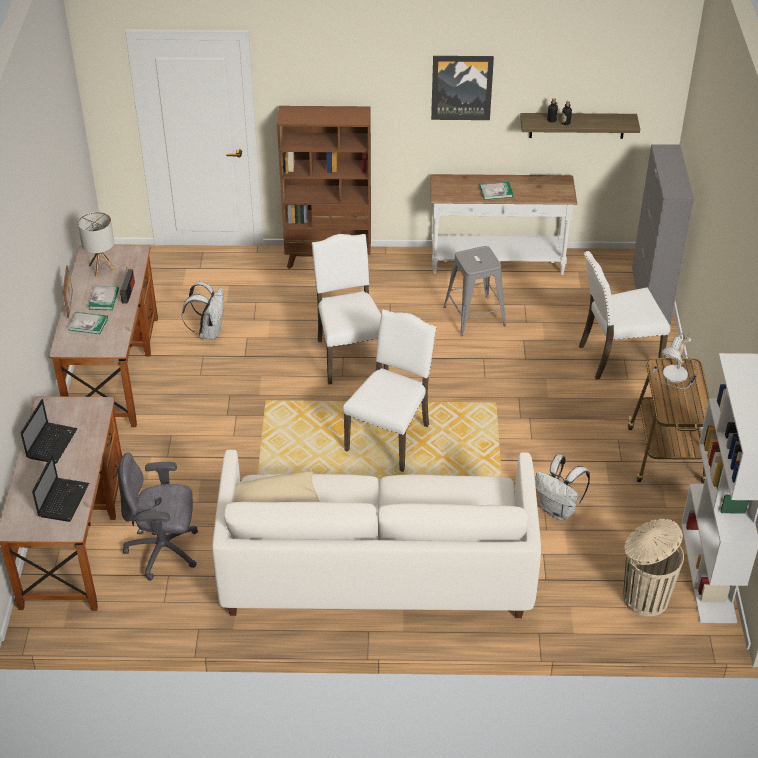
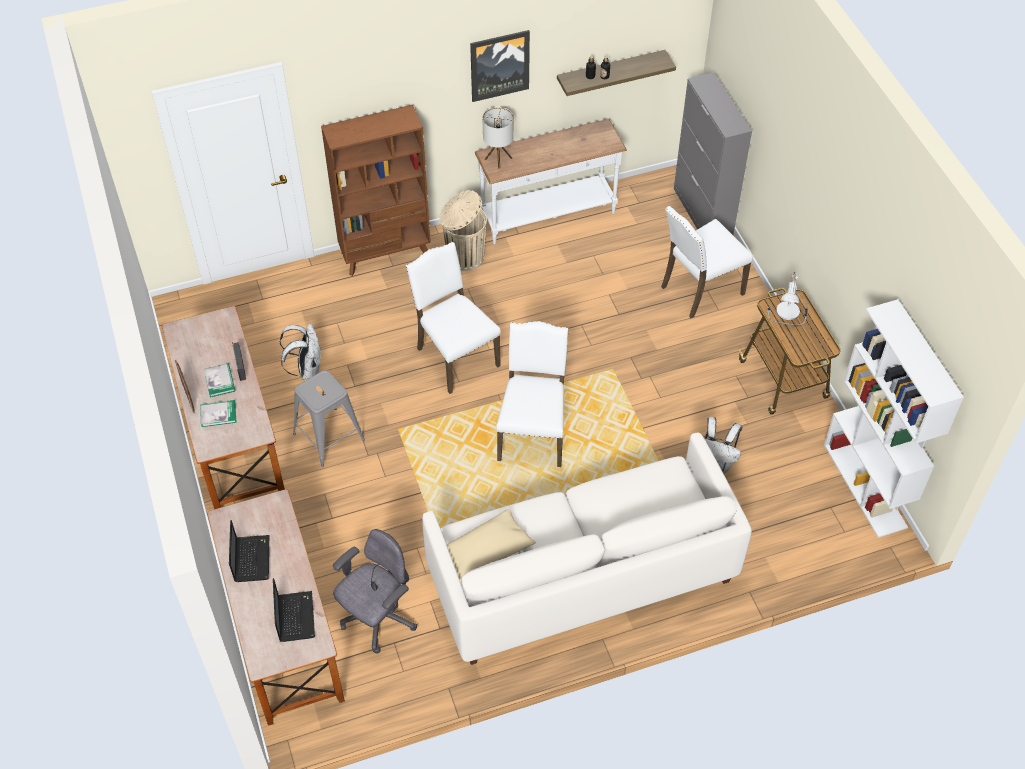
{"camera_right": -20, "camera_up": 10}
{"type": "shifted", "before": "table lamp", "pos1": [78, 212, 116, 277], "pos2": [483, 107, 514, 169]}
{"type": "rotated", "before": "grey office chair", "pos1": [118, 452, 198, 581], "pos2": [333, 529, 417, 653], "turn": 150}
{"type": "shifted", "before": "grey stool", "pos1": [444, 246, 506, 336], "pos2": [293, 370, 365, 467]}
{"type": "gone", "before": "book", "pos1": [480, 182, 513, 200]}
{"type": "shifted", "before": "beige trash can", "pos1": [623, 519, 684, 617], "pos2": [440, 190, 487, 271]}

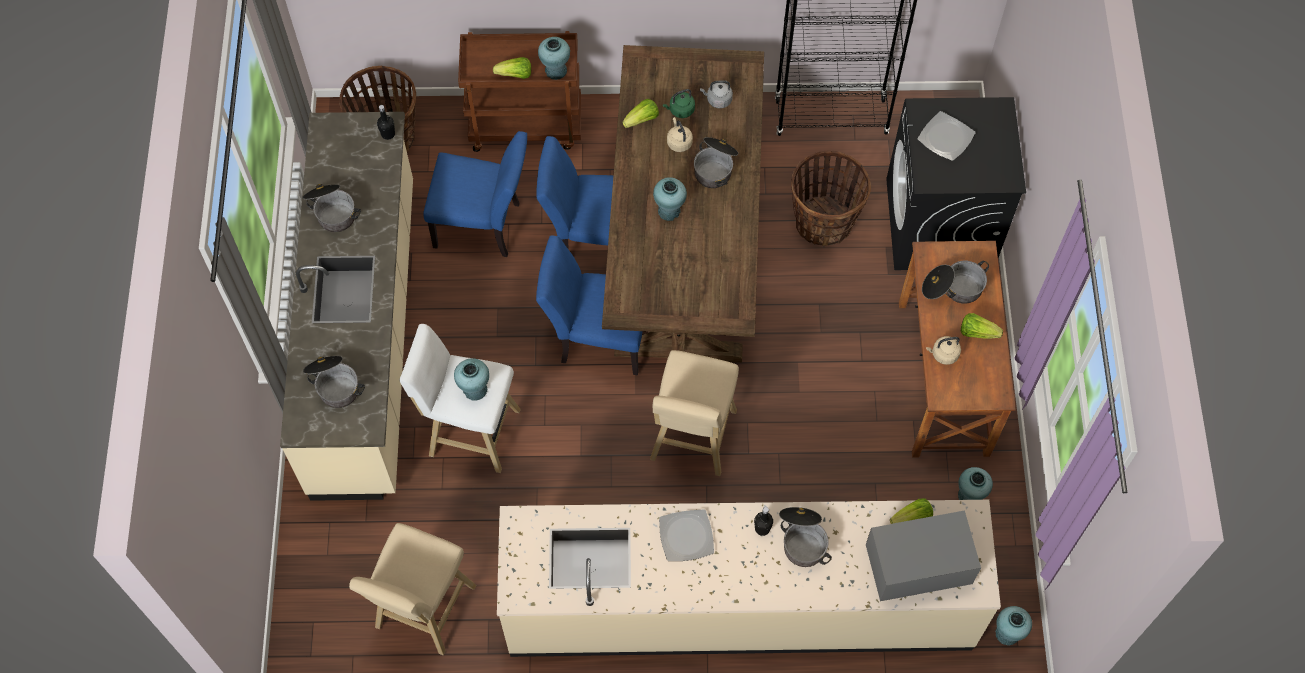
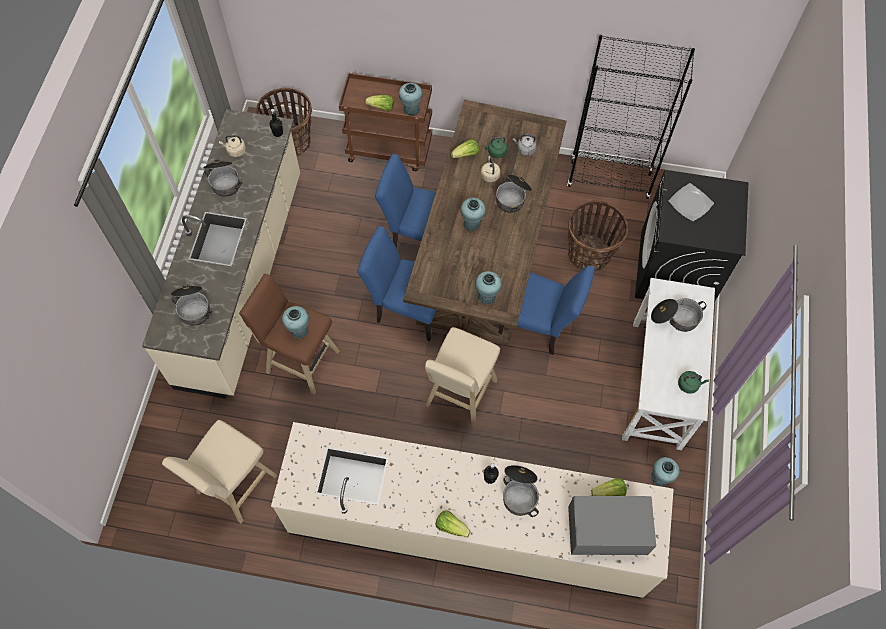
{"camera_right": 10, "camera_up": 0}
{"type": "repainted", "before": "white stool", "after": "brown stool", "pos1": [399, 324, 521, 473], "pos2": [239, 274, 340, 395]}
{"type": "shifted", "before": "blue chair", "pos1": [423, 131, 527, 257], "pos2": [498, 266, 595, 355]}
{"type": "gone", "before": "plate", "pos1": [659, 509, 714, 561]}
{"type": "repainted", "before": "brown desk", "after": "white desk", "pos1": [899, 241, 1016, 458], "pos2": [622, 278, 715, 450]}
{"type": "shifted", "before": "beige kettle", "pos1": [926, 336, 961, 365], "pos2": [219, 135, 246, 157]}
{"type": "shifted", "before": "lettuce", "pos1": [961, 313, 1003, 339], "pos2": [436, 510, 471, 537]}
{"type": "shifted", "before": "turquoise vase", "pos1": [995, 606, 1032, 646], "pos2": [475, 271, 502, 305]}
{"type": "new", "after": "green kettle", "pos2": [678, 371, 709, 394]}

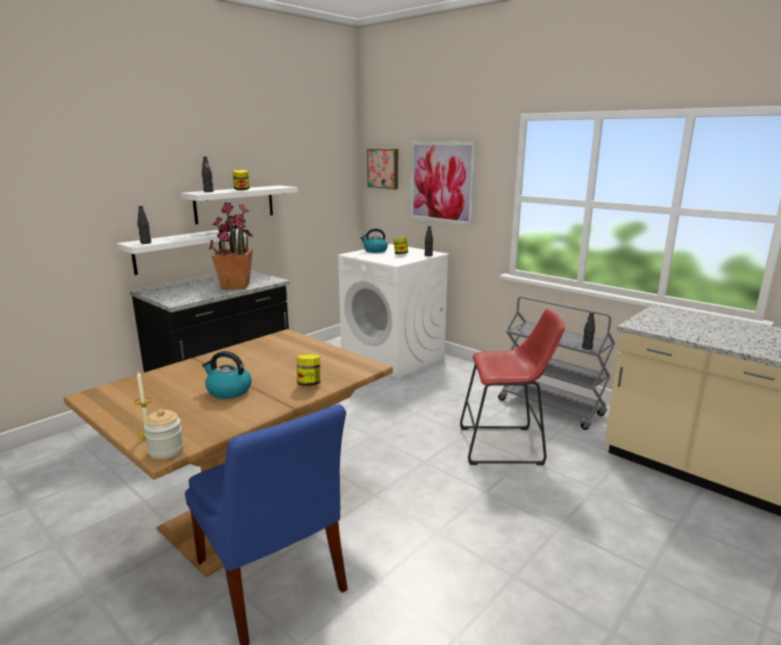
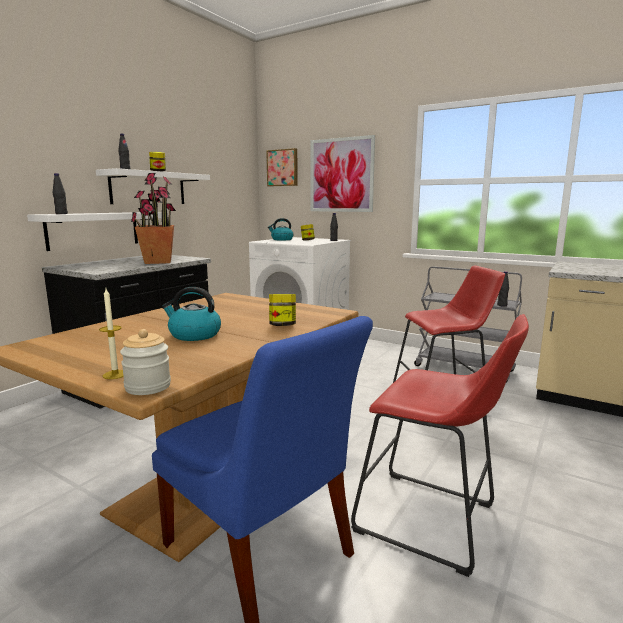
{"camera_right": -10, "camera_up": -5}
{"type": "new", "after": "red stool", "pos2": [351, 314, 529, 577]}

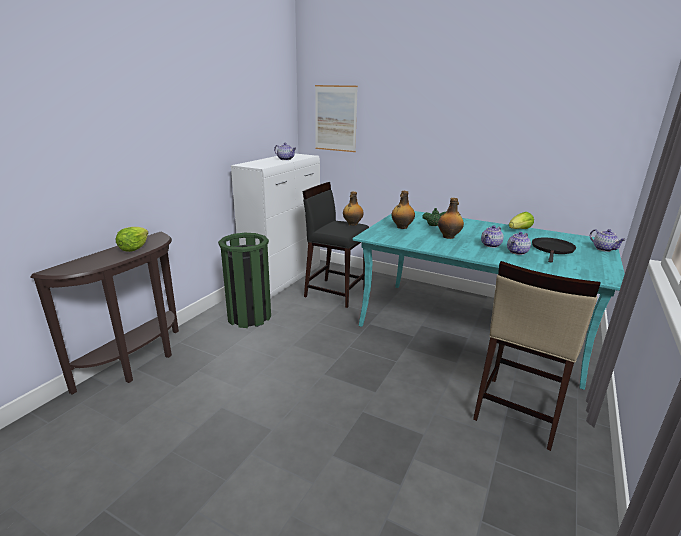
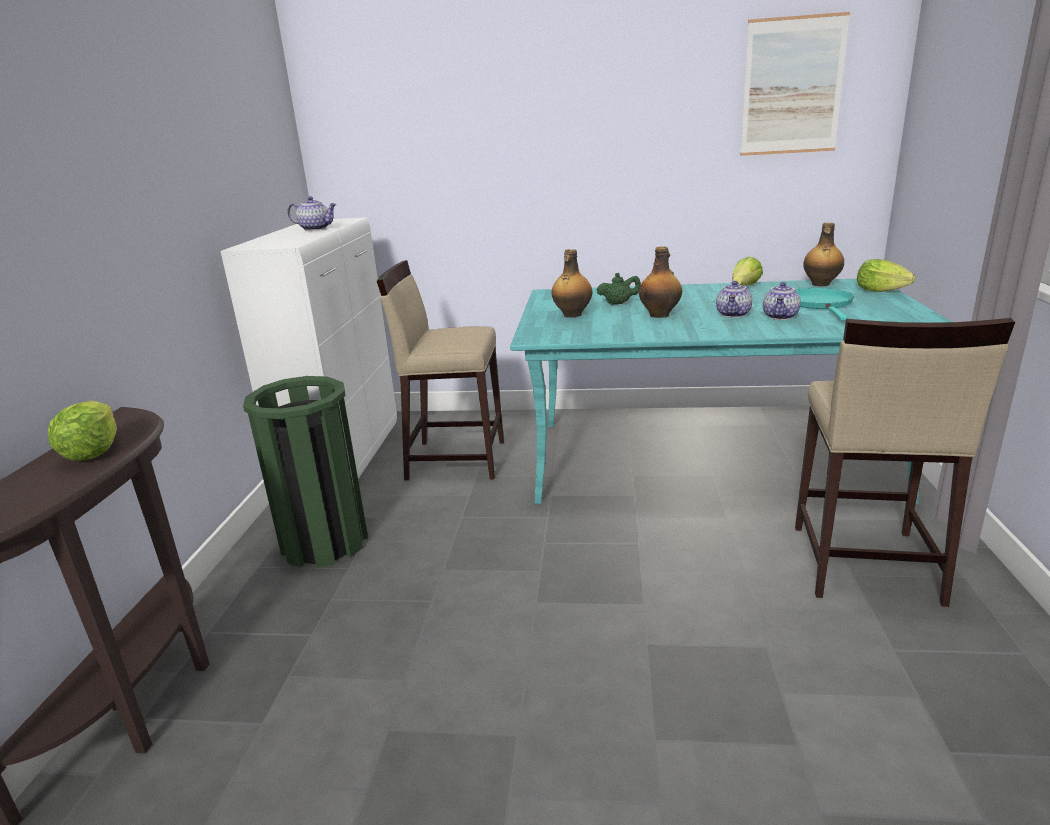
{"camera_right": -20, "camera_up": 0}
{"type": "repainted", "before": "black stool", "after": "beige stool", "pos1": [302, 182, 369, 308], "pos2": [377, 260, 504, 480]}
{"type": "shifted", "before": "picture", "pos1": [315, 85, 358, 152], "pos2": [740, 12, 850, 156]}
{"type": "shifted", "before": "bottle", "pos1": [343, 191, 364, 226], "pos2": [803, 223, 844, 286]}
{"type": "repainted", "before": "black frying pan", "after": "turquoise frying pan", "pos1": [532, 237, 576, 263], "pos2": [795, 288, 854, 320]}
{"type": "swapped", "before": "teapot", "after": "lettuce", "pos1": [590, 229, 626, 252], "pos2": [857, 259, 915, 292]}

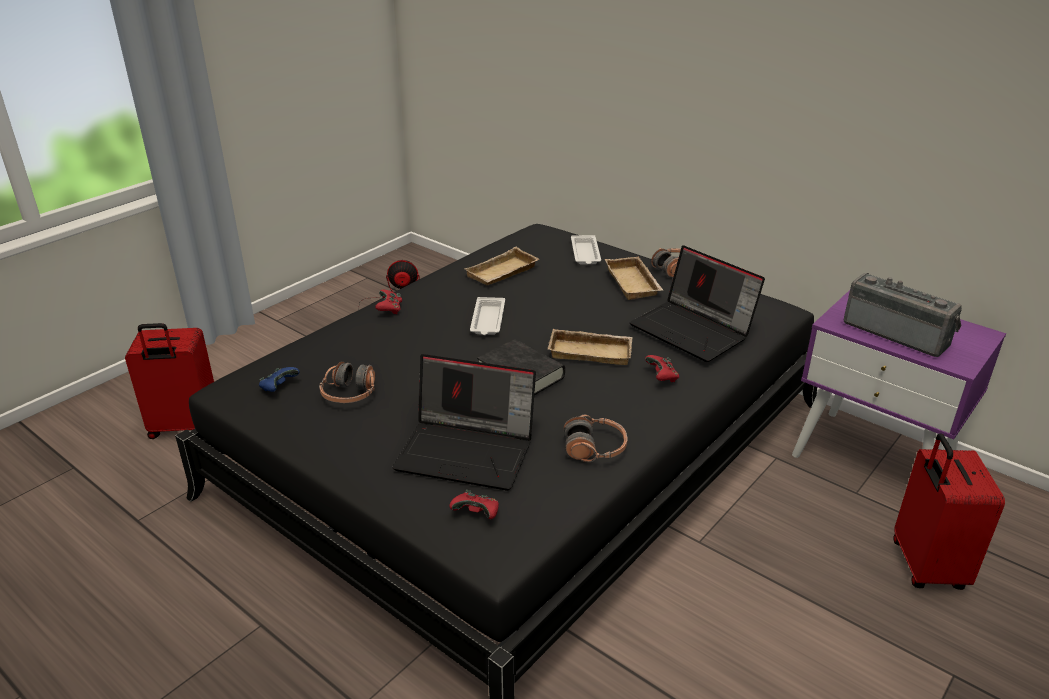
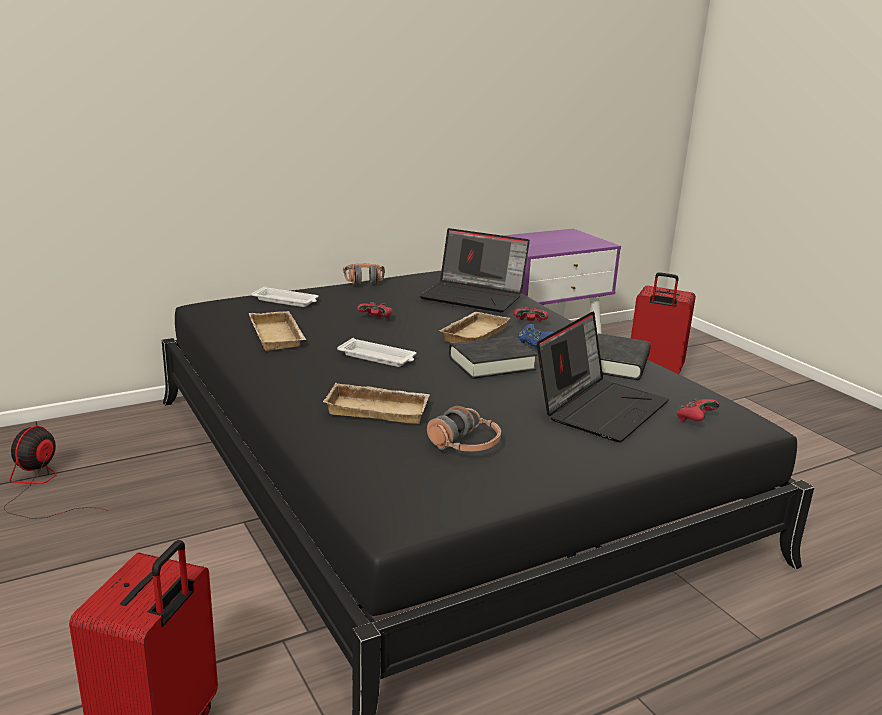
{"camera_right": -70, "camera_up": -10}
{"type": "shifted", "before": "blue game controller", "pos1": [259, 367, 300, 392], "pos2": [518, 324, 554, 350]}
{"type": "shifted", "before": "red game controller", "pos1": [375, 290, 402, 314], "pos2": [357, 302, 393, 318]}
{"type": "swapped", "before": "headphones", "after": "black book", "pos1": [563, 414, 628, 462], "pos2": [598, 333, 651, 380]}
{"type": "shifted", "before": "beige tray", "pos1": [605, 257, 663, 300], "pos2": [323, 383, 430, 424]}
{"type": "rotated", "before": "laptop", "pos1": [629, 245, 765, 362], "pos2": [420, 228, 530, 312], "turn": 45}
{"type": "gone", "before": "radio", "pos1": [844, 273, 962, 357]}

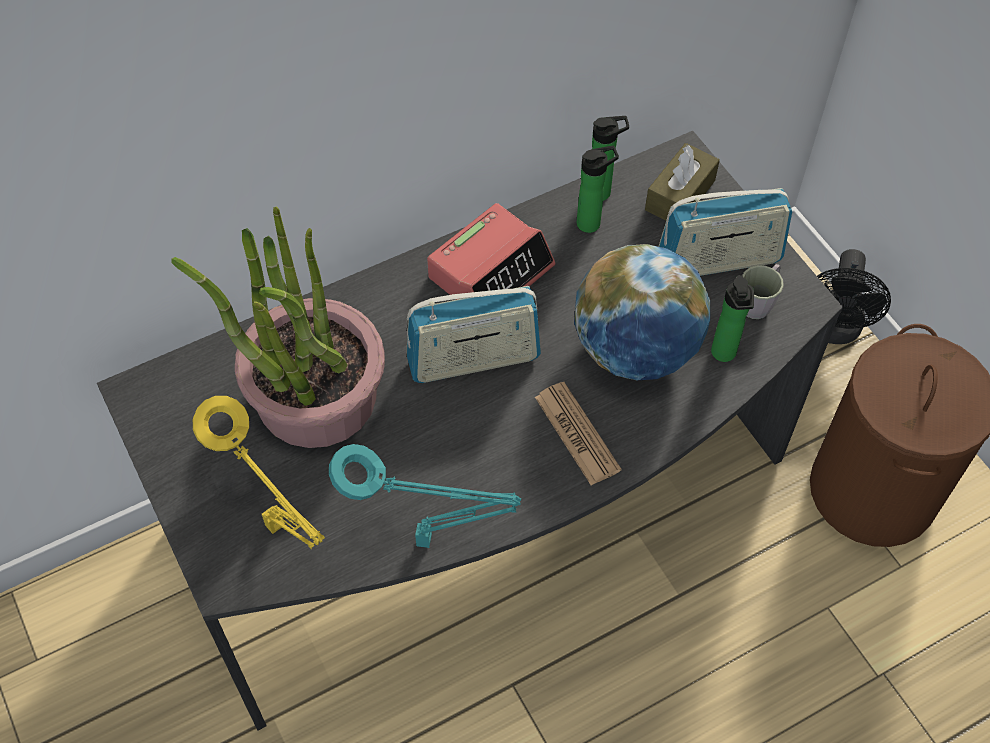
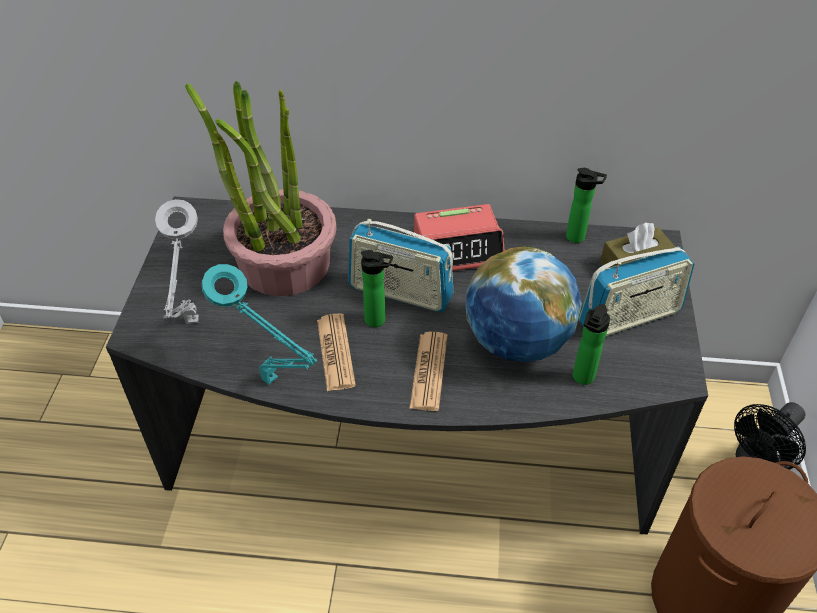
{"camera_right": 35, "camera_up": -10}
{"type": "repainted", "before": "yellow table lamp", "after": "grey table lamp", "pos1": [193, 396, 325, 549], "pos2": [155, 199, 199, 324]}
{"type": "shifted", "before": "bottle", "pos1": [577, 146, 619, 233], "pos2": [361, 250, 393, 327]}
{"type": "rotated", "before": "radio", "pos1": [658, 188, 792, 276], "pos2": [579, 247, 694, 336], "turn": -45}
{"type": "gone", "before": "grey mug", "pos1": [742, 264, 784, 319]}
{"type": "new", "after": "newspaper", "pos2": [317, 314, 356, 391]}

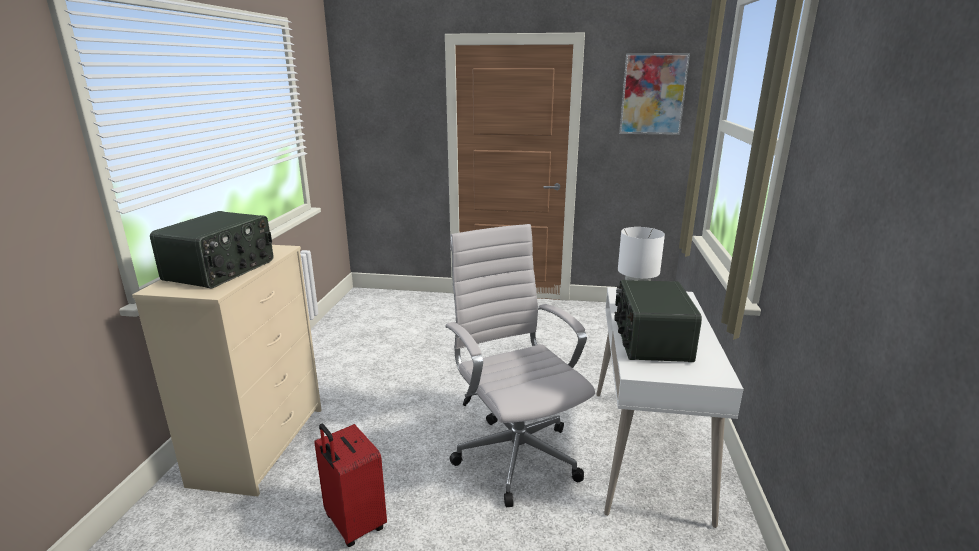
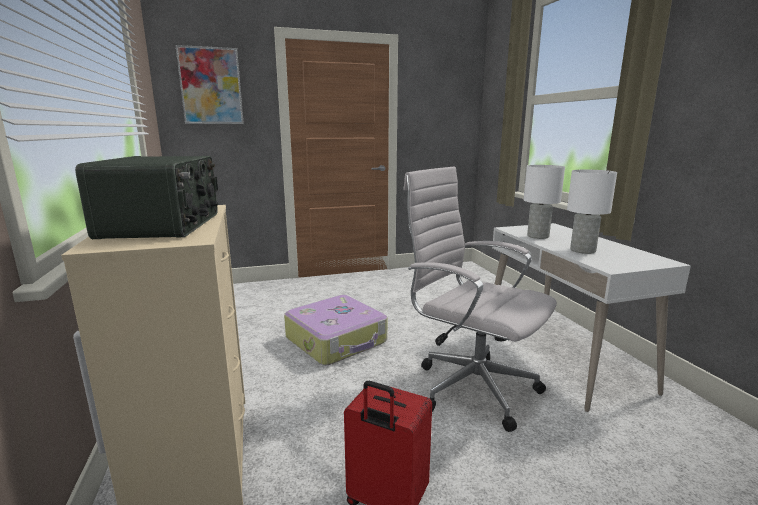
{"camera_right": -25, "camera_up": -5}
{"type": "swapped", "before": "radio", "after": "white table lamp", "pos1": [614, 280, 702, 362], "pos2": [567, 170, 617, 254]}
{"type": "shifted", "before": "picture", "pos1": [619, 53, 690, 135], "pos2": [176, 45, 244, 124]}
{"type": "new", "after": "suitcase", "pos2": [284, 295, 387, 365]}

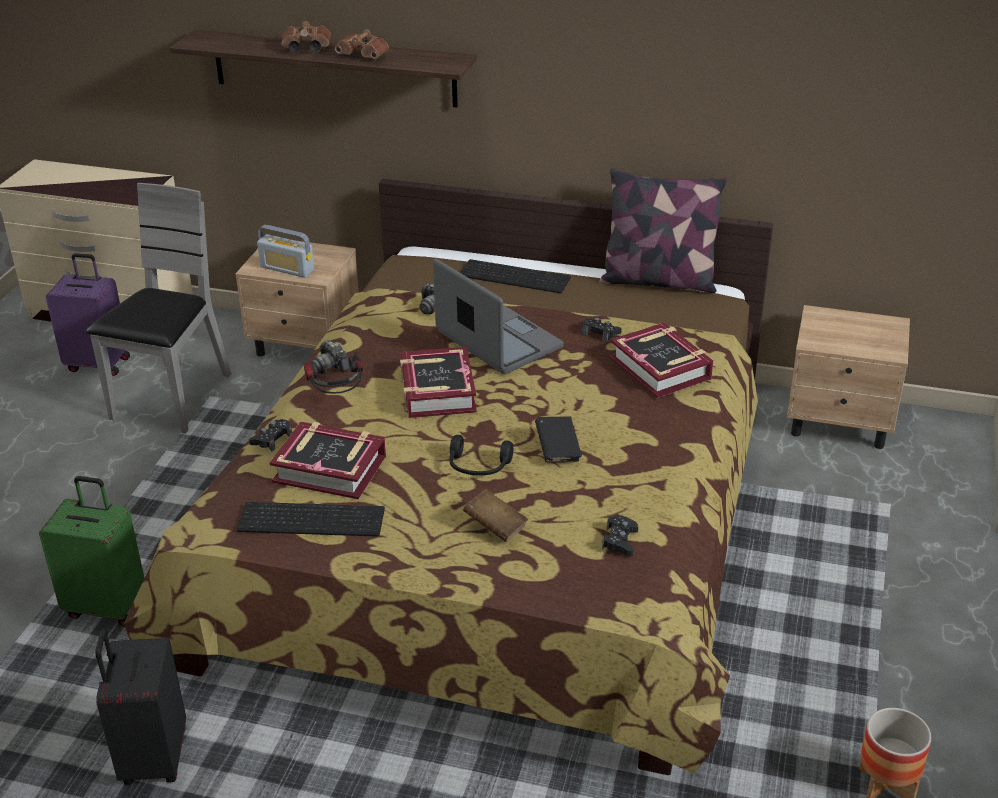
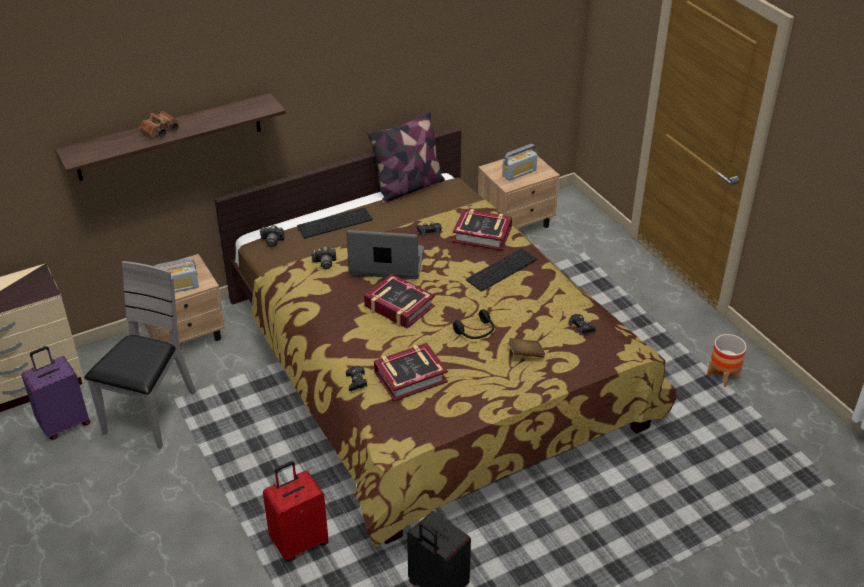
{"camera_right": -45, "camera_up": 5}
{"type": "repainted", "before": "green suitcase", "after": "red suitcase", "pos1": [39, 476, 145, 626], "pos2": [263, 461, 329, 562]}
{"type": "rotated", "before": "grey chair", "pos1": [86, 183, 232, 434], "pos2": [84, 261, 196, 449], "turn": 45}
{"type": "shifted", "before": "keyboard", "pos1": [237, 502, 385, 537], "pos2": [466, 248, 537, 292]}
{"type": "gone", "before": "headphones", "pos1": [304, 353, 363, 394]}
{"type": "shifted", "before": "photo camera", "pos1": [311, 340, 350, 374], "pos2": [260, 225, 285, 247]}
{"type": "gone", "before": "brown binoculars", "pos1": [335, 29, 389, 59]}
{"type": "gone", "before": "black book", "pos1": [535, 416, 582, 462]}
{"type": "new", "after": "radio", "pos2": [502, 144, 538, 181]}

